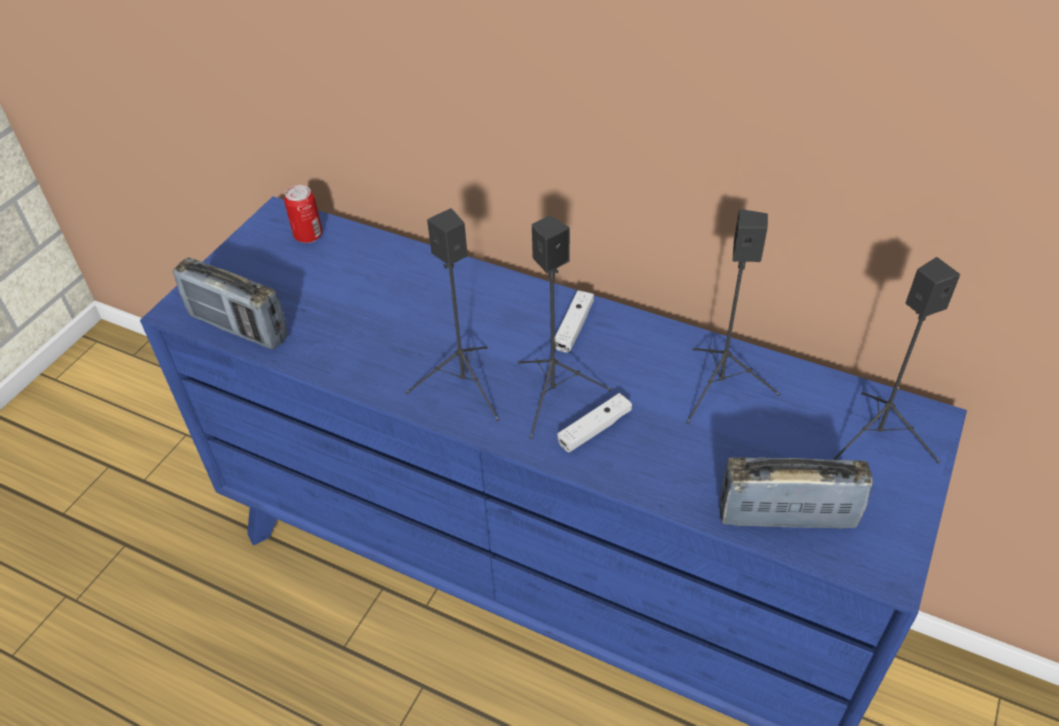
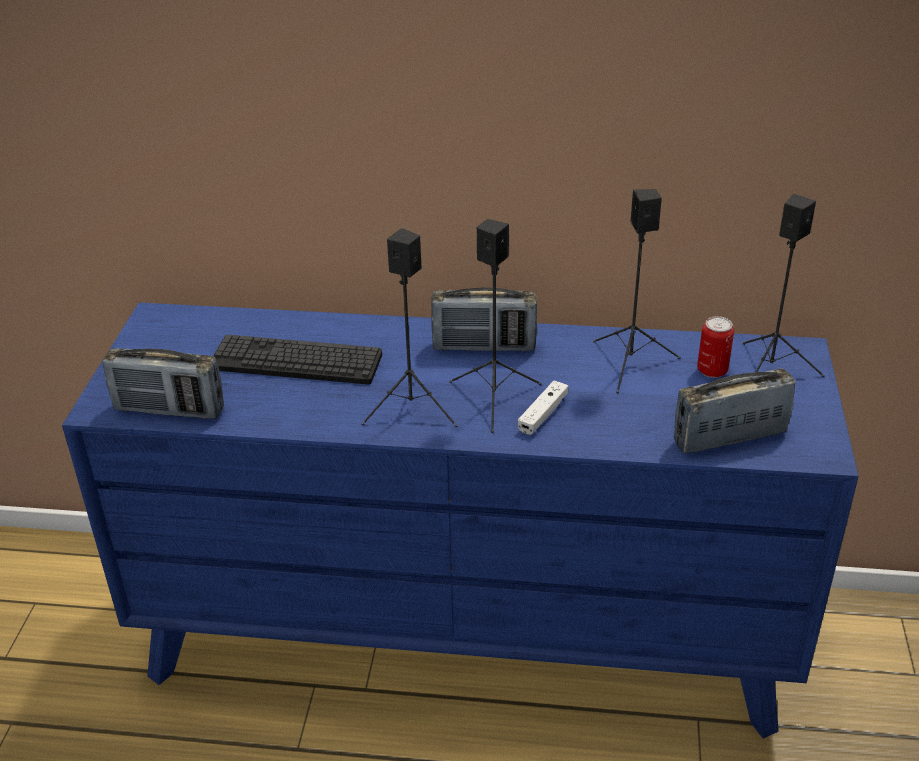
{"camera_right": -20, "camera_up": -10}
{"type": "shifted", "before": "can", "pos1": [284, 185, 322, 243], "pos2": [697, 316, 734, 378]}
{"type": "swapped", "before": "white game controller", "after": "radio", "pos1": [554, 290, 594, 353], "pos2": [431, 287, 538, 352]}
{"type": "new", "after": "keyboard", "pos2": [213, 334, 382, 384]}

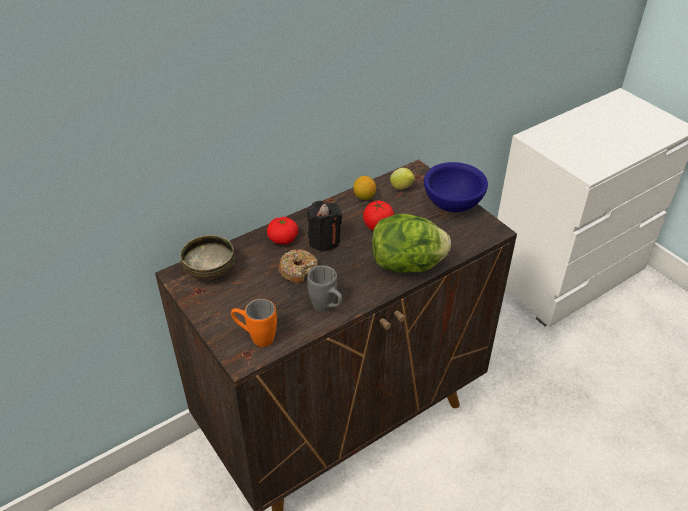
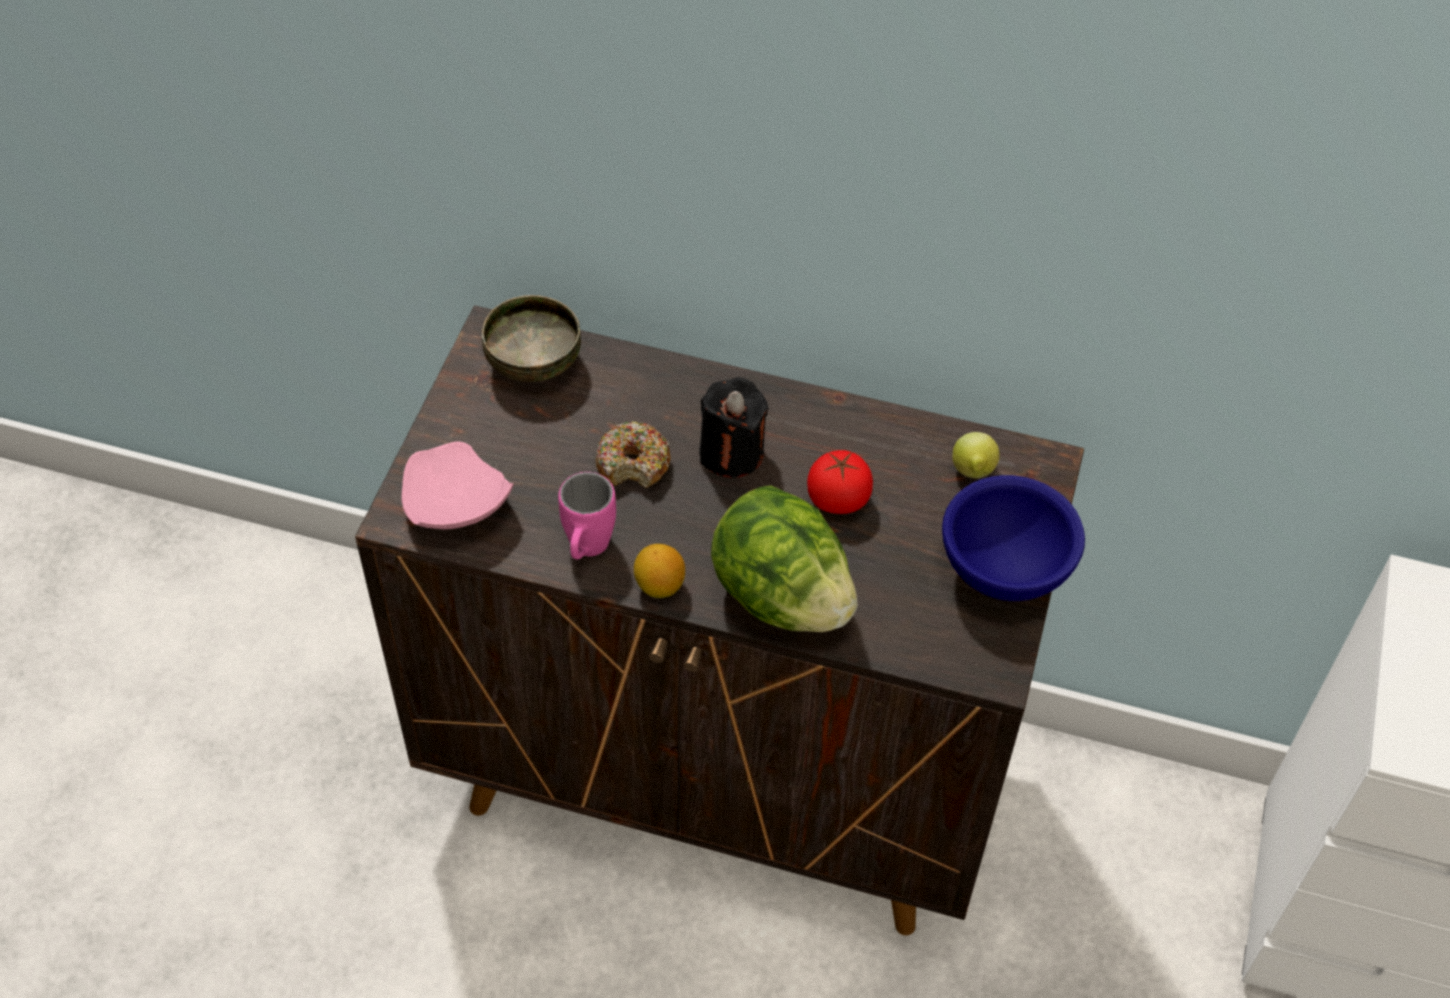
{"camera_right": 50, "camera_up": 10}
{"type": "swapped", "before": "orange mug", "after": "pink plate", "pos1": [231, 298, 277, 347], "pos2": [401, 442, 514, 530]}
{"type": "gone", "before": "tomato", "pos1": [267, 217, 298, 244]}
{"type": "repainted", "before": "grey mug", "after": "pink mug", "pos1": [307, 265, 342, 312], "pos2": [558, 472, 616, 559]}
{"type": "shifted", "before": "lemon", "pos1": [353, 176, 376, 200], "pos2": [634, 544, 685, 598]}

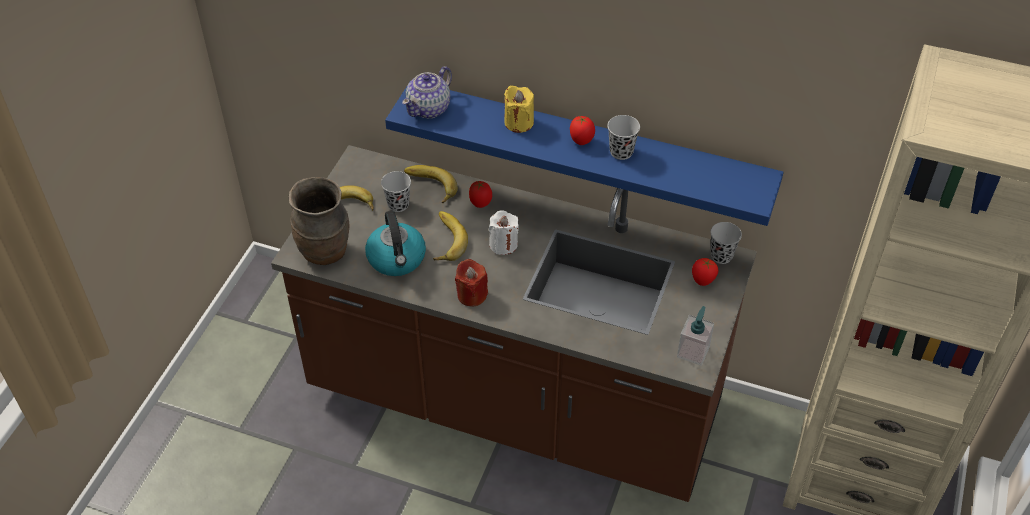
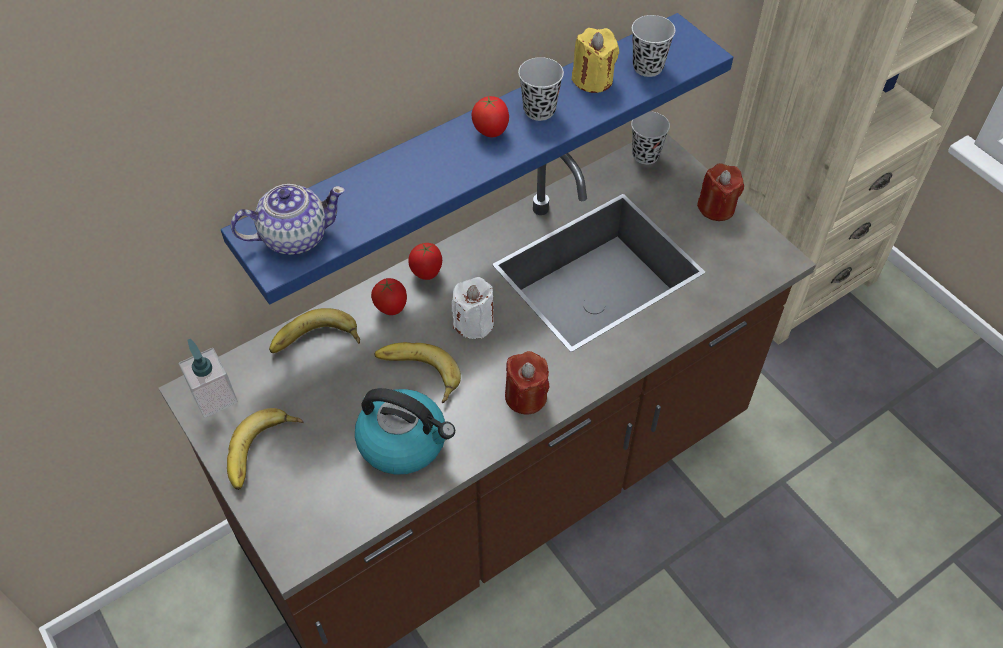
{"camera_right": -55, "camera_up": 5}
{"type": "gone", "before": "brown vase", "pos1": [289, 177, 349, 265]}
{"type": "shifted", "before": "black cup", "pos1": [381, 171, 411, 212], "pos2": [632, 15, 675, 77]}
{"type": "rotated", "before": "teapot", "pos1": [402, 66, 452, 118], "pos2": [231, 184, 345, 255], "turn": -90}
{"type": "shifted", "before": "yellow candle", "pos1": [504, 85, 534, 133], "pos2": [572, 28, 619, 93]}
{"type": "shifted", "before": "soap dispenser", "pos1": [677, 306, 714, 366], "pos2": [179, 339, 238, 418]}
{"type": "shifted", "before": "tomato", "pos1": [692, 258, 718, 286], "pos2": [408, 243, 442, 280]}
{"type": "new", "after": "red candle", "pos2": [697, 163, 744, 221]}

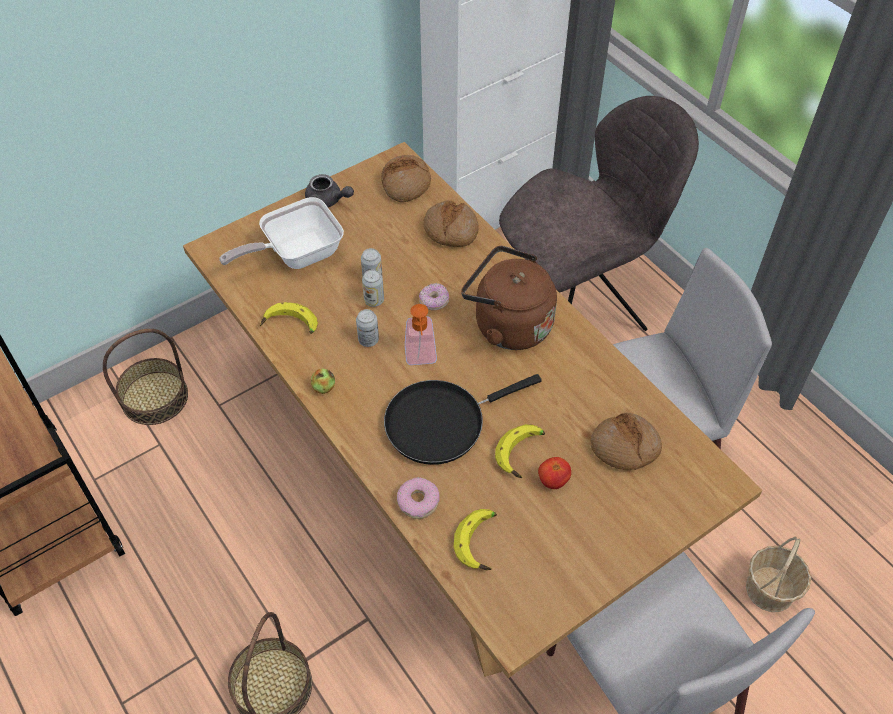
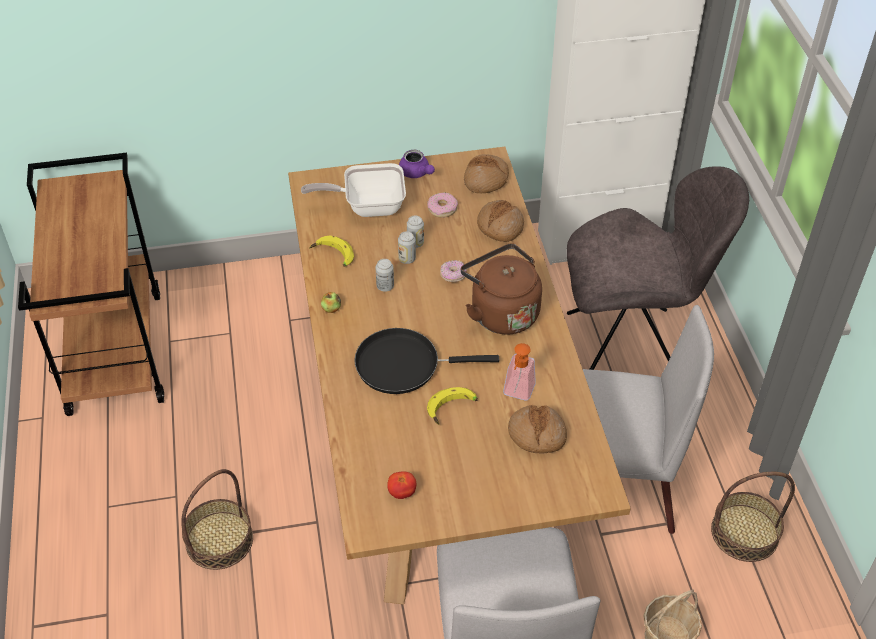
{"camera_right": 25, "camera_up": -5}
{"type": "shifted", "before": "basket", "pos1": [103, 329, 188, 425], "pos2": [711, 472, 795, 562]}
{"type": "repainted", "before": "grey teapot", "after": "purple teapot", "pos1": [305, 174, 354, 207], "pos2": [399, 150, 435, 178]}
{"type": "shifted", "before": "donut", "pos1": [397, 477, 440, 519], "pos2": [427, 193, 458, 218]}
{"type": "shifted", "before": "soap dispenser", "pos1": [405, 304, 437, 365], "pos2": [503, 343, 536, 401]}
{"type": "gone", "before": "banana", "pos1": [454, 509, 497, 570]}
{"type": "shifted", "before": "tomato", "pos1": [538, 457, 571, 489], "pos2": [387, 471, 416, 499]}

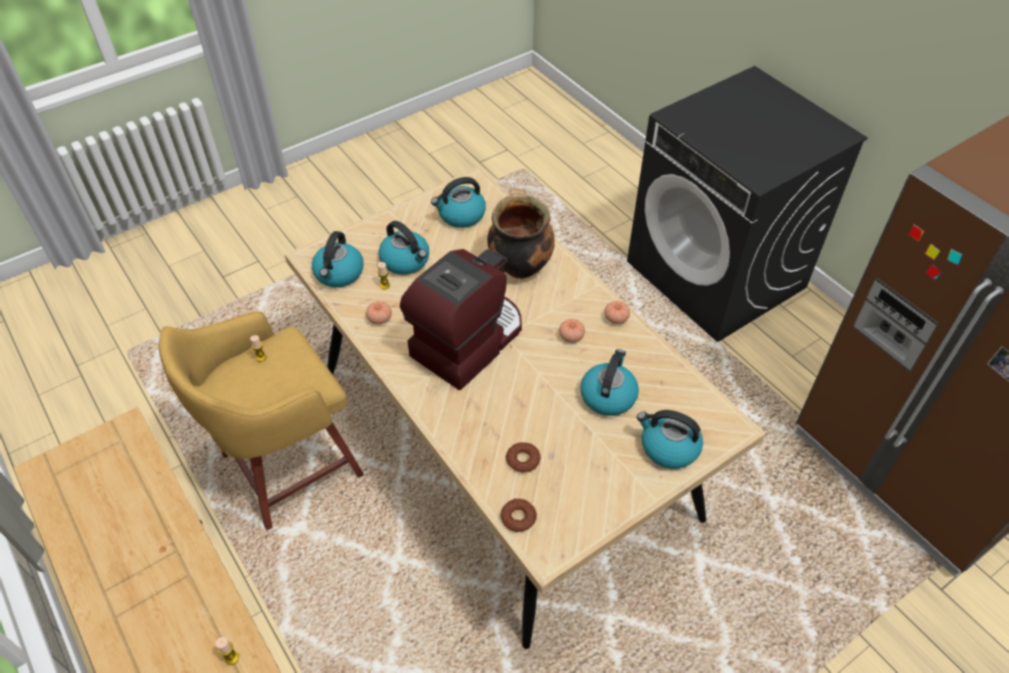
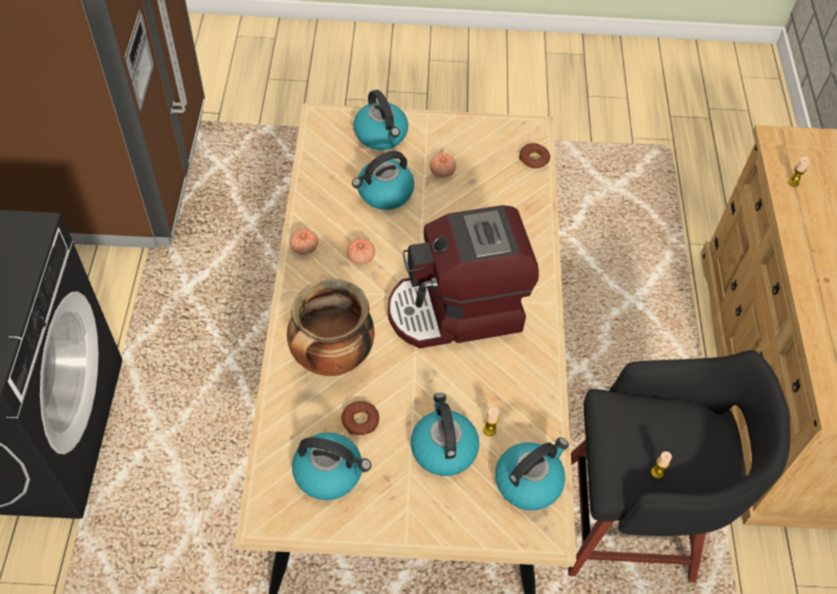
{"camera_right": -145, "camera_up": 5}
{"type": "repainted", "before": "yellow stool", "after": "black stool", "pos1": [159, 311, 364, 530], "pos2": [568, 350, 791, 582]}
{"type": "shifted", "before": "tomato", "pos1": [366, 301, 392, 324], "pos2": [430, 154, 456, 178]}
{"type": "shifted", "before": "donut", "pos1": [506, 442, 540, 473], "pos2": [341, 401, 379, 435]}

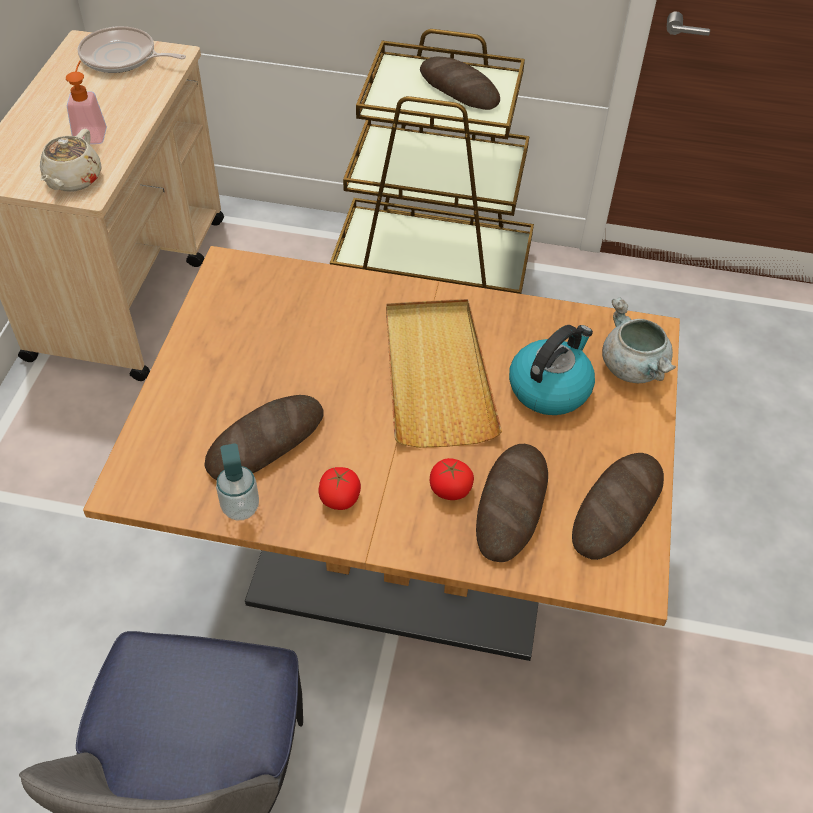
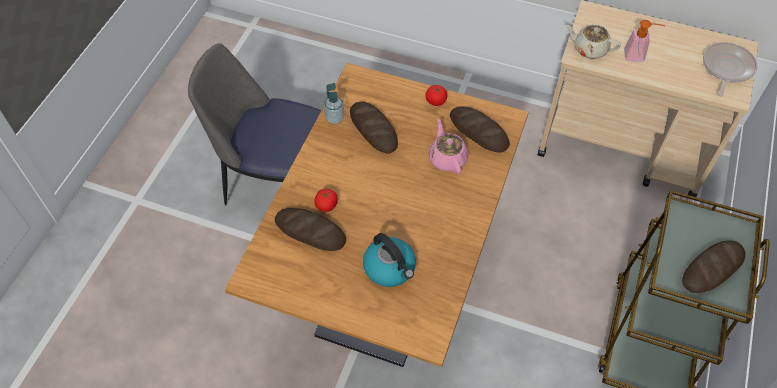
{"camera_right": 100, "camera_up": 5}
{"type": "shifted", "before": "tomato", "pos1": [319, 467, 361, 510], "pos2": [425, 85, 447, 106]}
{"type": "gone", "before": "beige tray", "pos1": [386, 299, 502, 448]}
{"type": "shifted", "before": "bread", "pos1": [572, 453, 664, 560], "pos2": [450, 106, 510, 153]}
{"type": "gone", "before": "grey cooking pot", "pos1": [602, 297, 676, 383]}
{"type": "new", "after": "pink teapot", "pos2": [429, 119, 469, 174]}

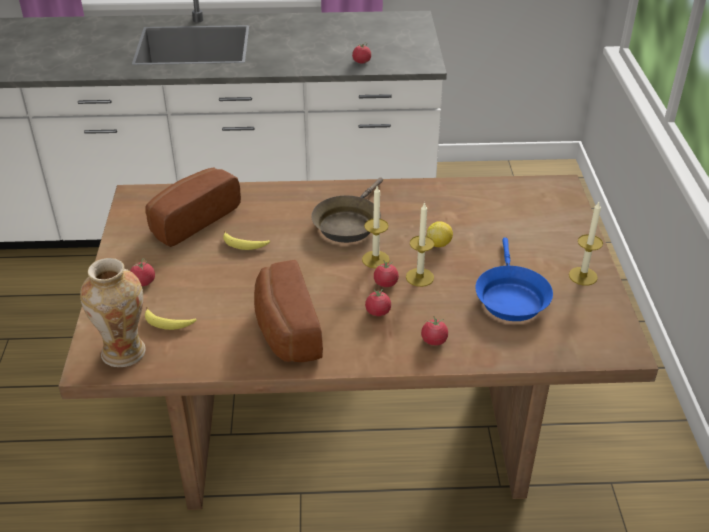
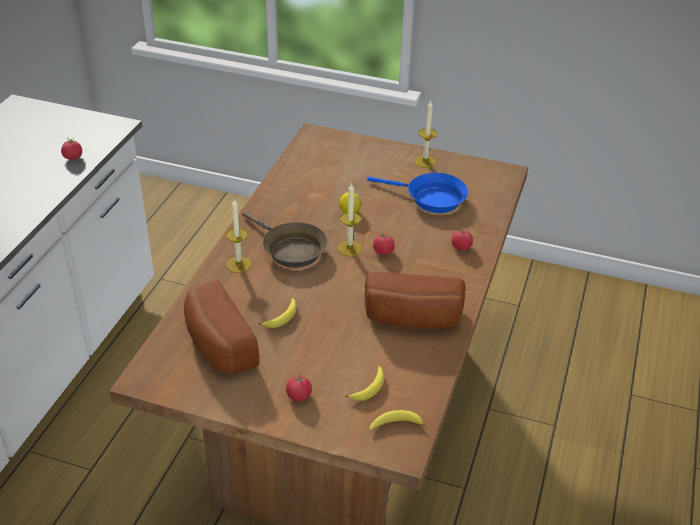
{"camera_right": -70, "camera_up": 0}
{"type": "swapped", "before": "vase", "after": "banana", "pos1": [80, 258, 146, 367], "pos2": [369, 410, 426, 431]}
{"type": "gone", "before": "tomato", "pos1": [365, 288, 391, 316]}
{"type": "shifted", "before": "candle", "pos1": [406, 202, 434, 287], "pos2": [226, 199, 252, 273]}

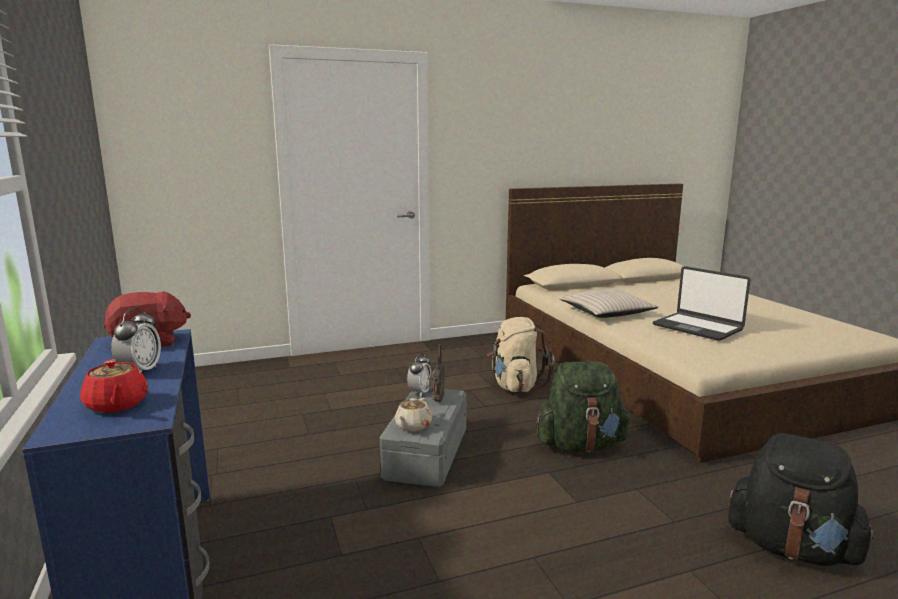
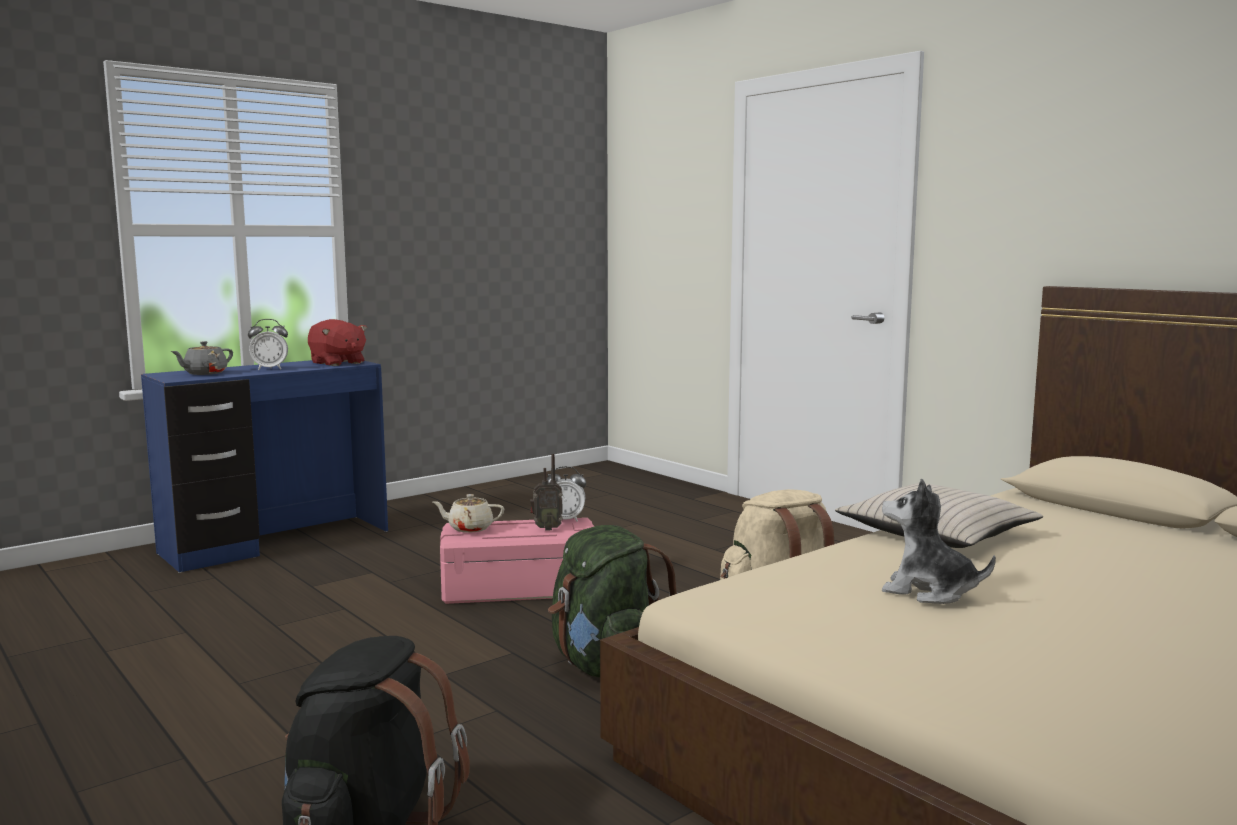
{"camera_right": 70, "camera_up": -5}
{"type": "repainted", "before": "red teapot", "after": "grey teapot", "pos1": [80, 359, 148, 413], "pos2": [171, 341, 233, 375]}
{"type": "repainted", "before": "grey storage box", "after": "pink storage box", "pos1": [380, 388, 466, 487], "pos2": [440, 518, 594, 604]}
{"type": "swapped", "before": "laptop", "after": "plush toy", "pos1": [653, 266, 751, 341], "pos2": [882, 479, 996, 604]}

